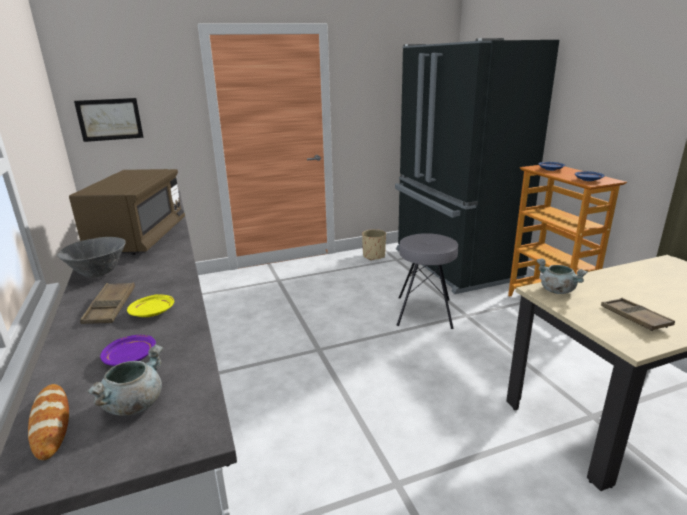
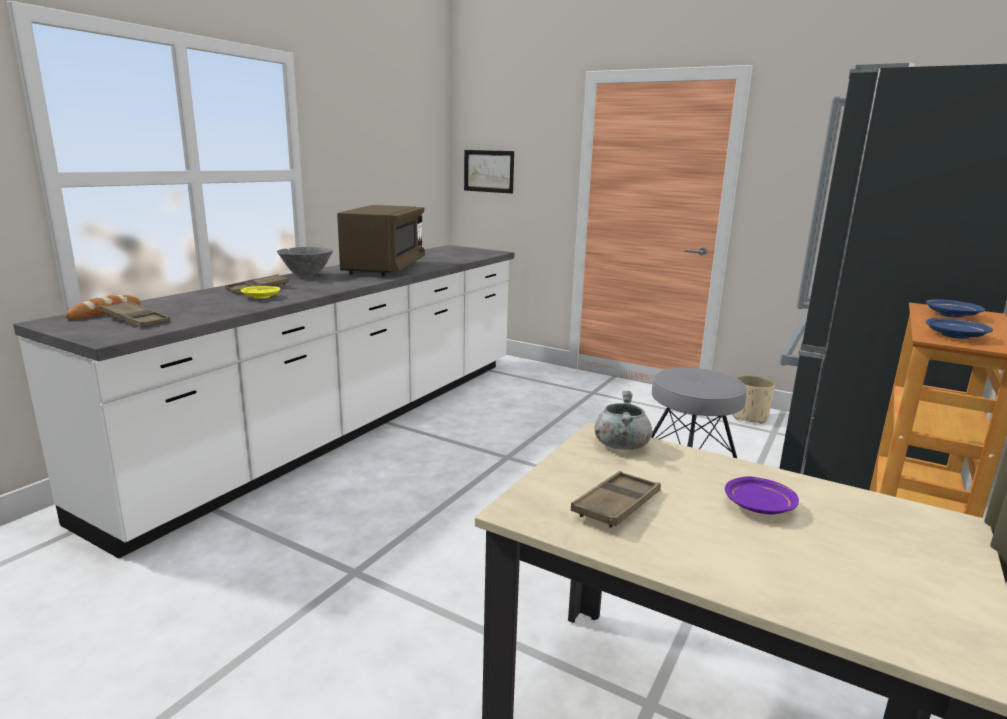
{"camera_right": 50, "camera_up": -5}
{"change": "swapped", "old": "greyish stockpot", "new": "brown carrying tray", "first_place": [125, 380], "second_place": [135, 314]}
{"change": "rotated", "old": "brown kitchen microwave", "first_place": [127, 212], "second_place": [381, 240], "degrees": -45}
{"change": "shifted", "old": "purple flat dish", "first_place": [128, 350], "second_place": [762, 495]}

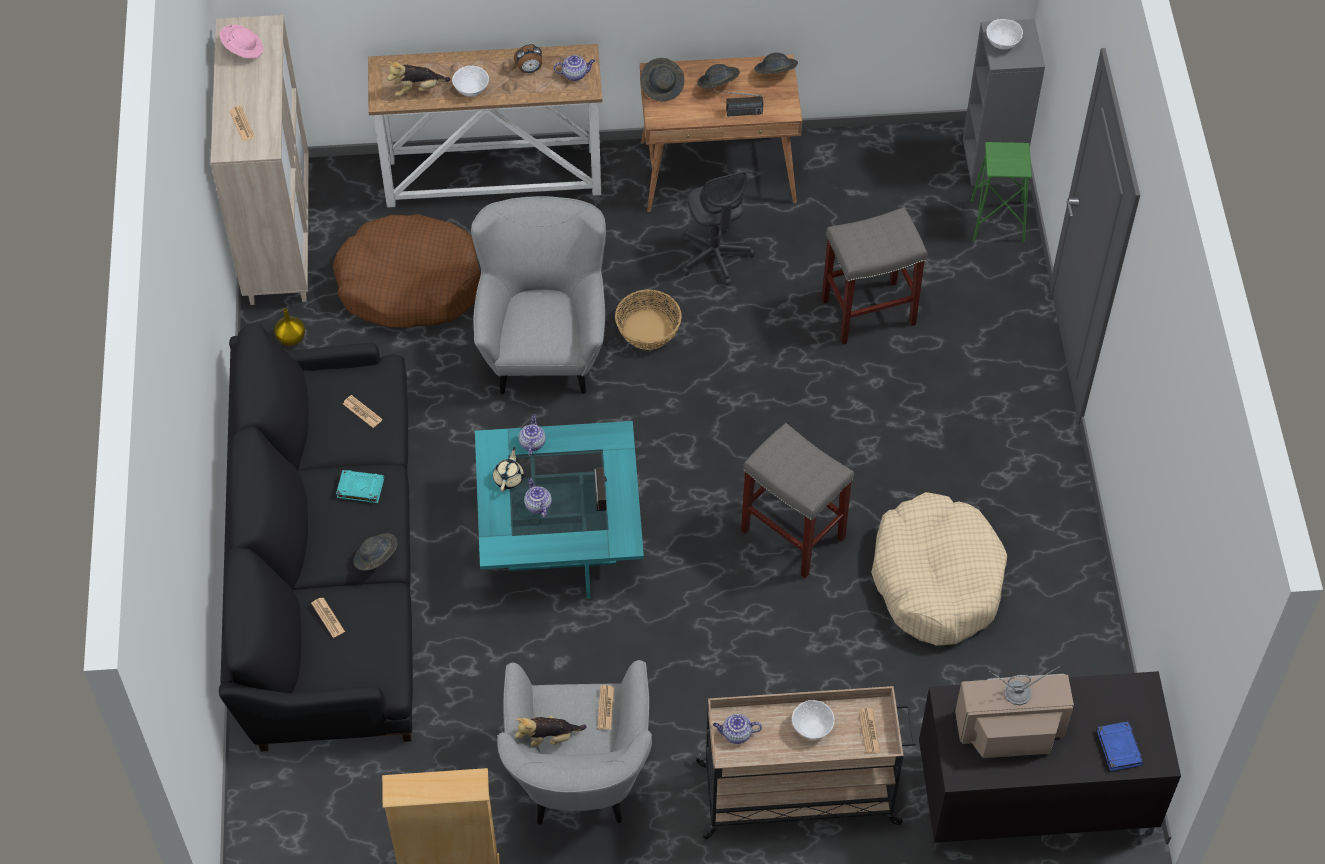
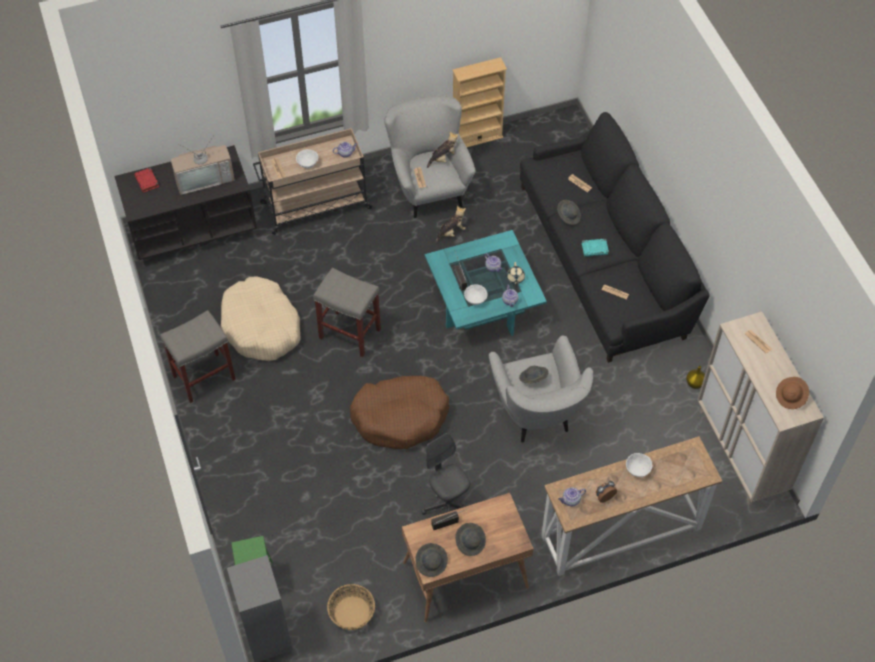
{"camera_right": 165, "camera_up": 0}
{"change": "repainted", "old": "blue-coloured book", "new": "reddish book", "first_place": [1120, 746], "second_place": [146, 180]}
{"change": "shifted", "old": "greyish sitting stool", "first_place": [874, 276], "second_place": [198, 356]}
{"change": "shifted", "old": "basket", "first_place": [648, 320], "second_place": [351, 607]}
{"change": "shifted", "old": "brown pet bed", "first_place": [407, 271], "second_place": [399, 412]}
{"change": "shifted", "old": "plush toy", "first_place": [419, 78], "second_place": [450, 224]}
{"change": "shifted", "old": "white bowl", "first_place": [1004, 34], "second_place": [475, 295]}
{"change": "shifted", "old": "greyish hat", "first_place": [663, 80], "second_place": [534, 375]}
{"change": "repainted", "old": "pink-coloured hat", "new": "brown hat", "first_place": [241, 41], "second_place": [792, 393]}

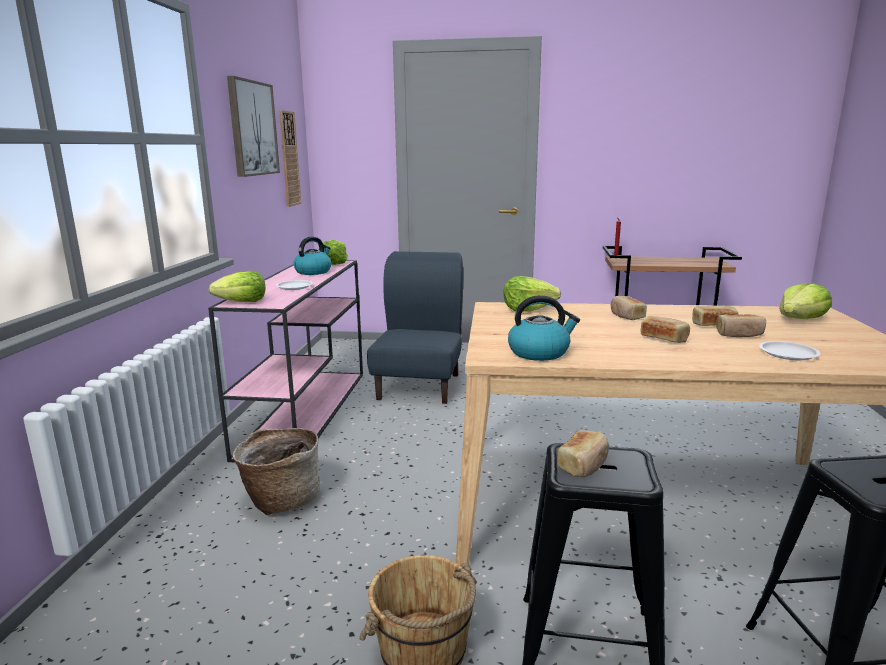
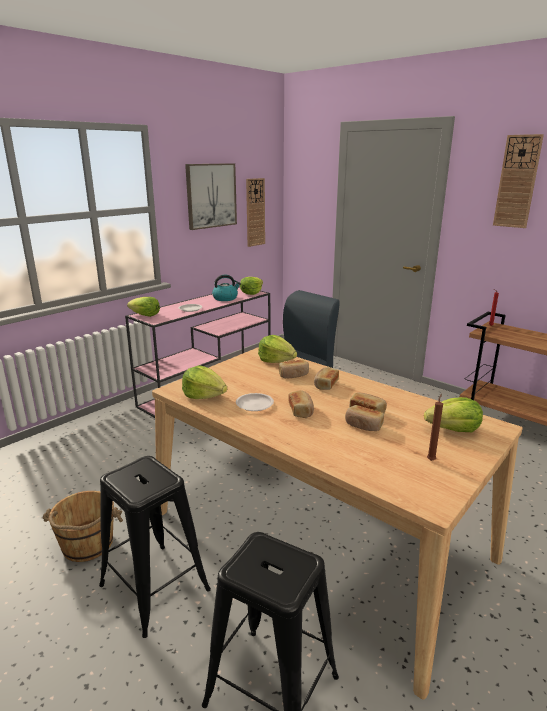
{"camera_right": 35, "camera_up": 5}
{"change": "swapped", "old": "tea kettle", "new": "head of lettuce", "first_place": [544, 328], "second_place": [204, 382]}
{"change": "shifted", "old": "white flat dish", "first_place": [789, 350], "second_place": [255, 402]}
{"change": "shifted", "old": "baked bread", "first_place": [583, 453], "second_place": [294, 369]}
{"change": "new", "new": "brown candle", "second_place": [435, 427]}
{"change": "new", "new": "wall clock", "second_place": [518, 181]}
{"change": "gone", "old": "basket", "first_place": [276, 472]}

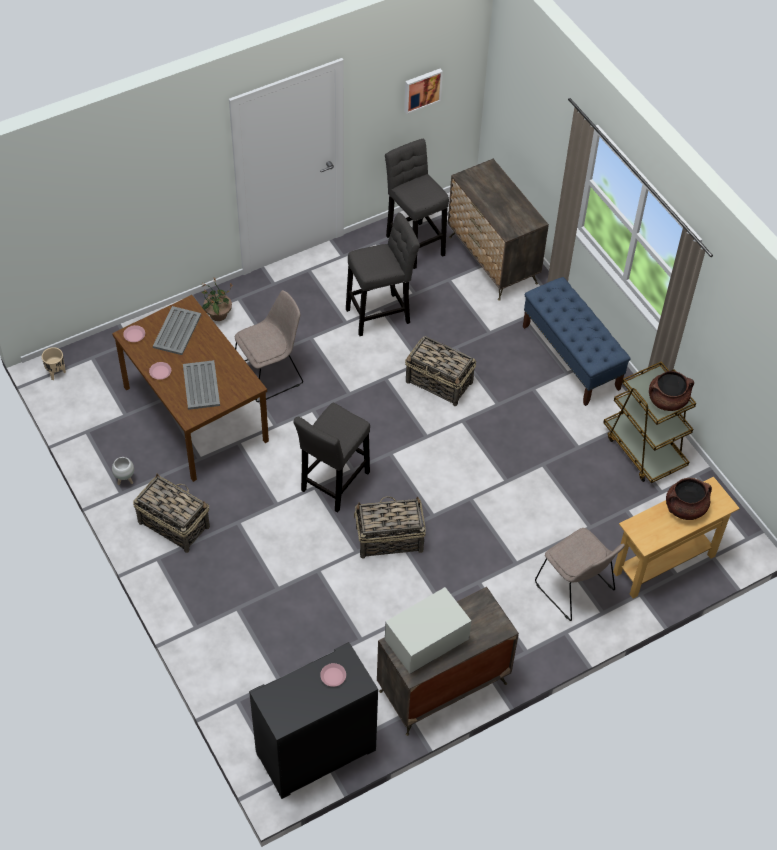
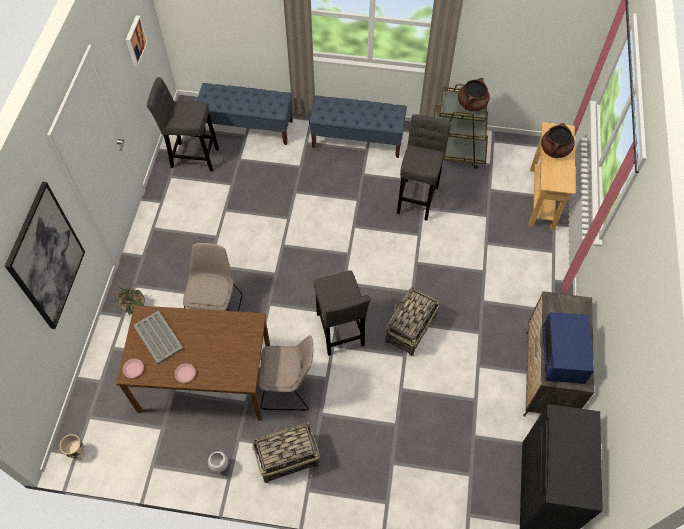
{"camera_right": -50, "camera_up": 5}
{"change": "new", "new": "wall picture", "second_place": [45, 255]}
{"change": "swapped", "old": "chest of drawers", "new": "blue-coloured indoor bench", "first_place": [498, 229], "second_place": [244, 114]}
{"change": "shifted", "old": "beige-coloured plain chair", "first_place": [580, 574], "second_place": [286, 373]}
{"change": "shifted", "old": "greyish sitting stool", "first_place": [383, 274], "second_place": [424, 167]}
{"change": "repainted", "old": "white kitchen microwave", "new": "blue-coloured kitchen microwave", "first_place": [428, 630], "second_place": [568, 348]}
{"change": "gone", "old": "greyish carrying tray", "first_place": [201, 385]}
{"change": "gone", "old": "pink-coloured flat dish", "first_place": [333, 675]}
{"change": "gone", "old": "basket", "first_place": [440, 371]}

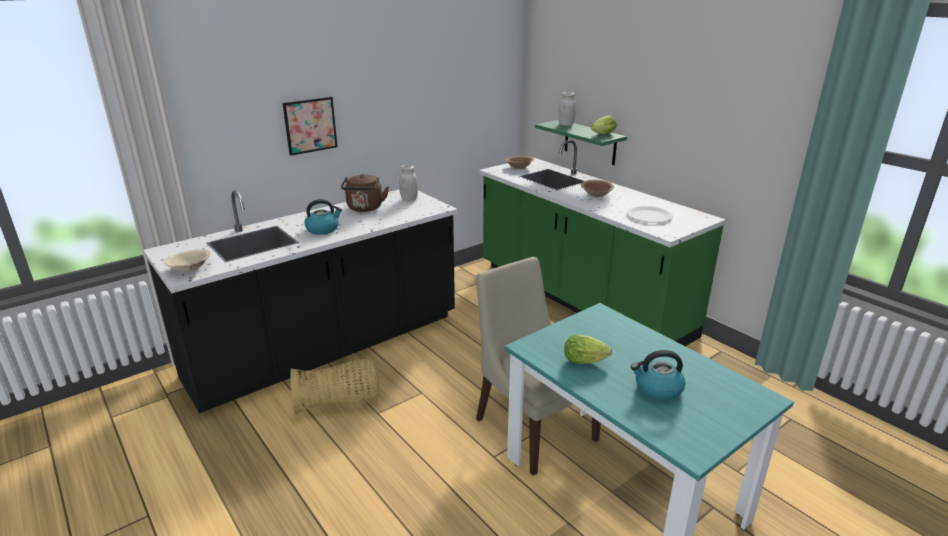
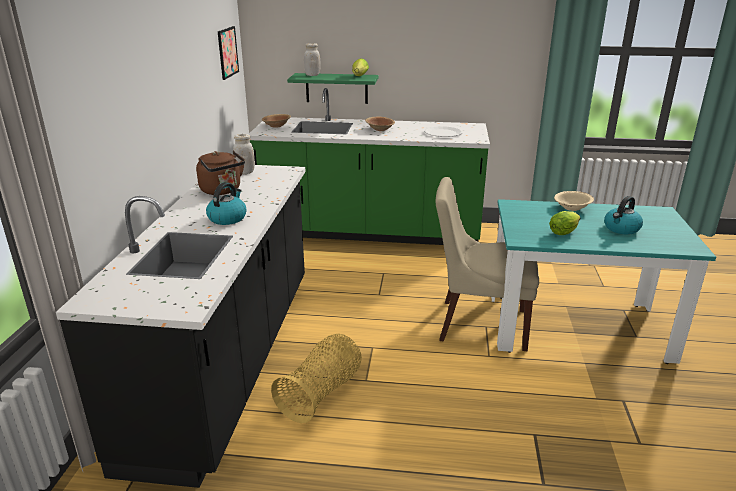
{"camera_right": -45, "camera_up": 0}
{"change": "shifted", "old": "wall picture", "first_place": [310, 126], "second_place": [228, 53]}
{"change": "shifted", "old": "beige-coloured bowl", "first_place": [187, 260], "second_place": [574, 201]}

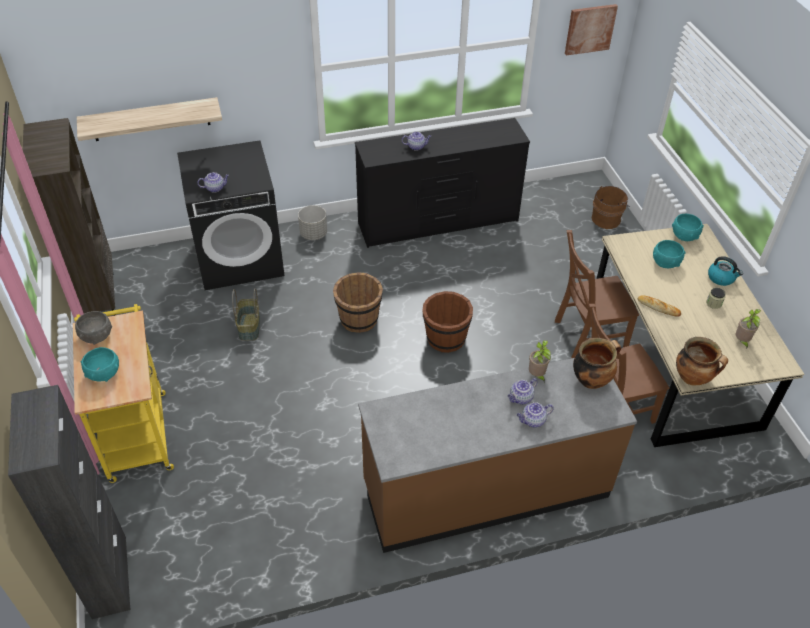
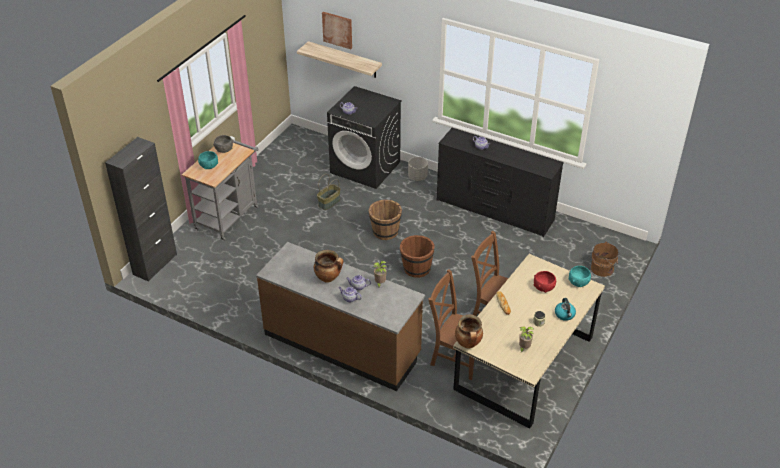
{"camera_right": 45, "camera_up": -5}
{"change": "repainted", "old": "yellowish wheeled cart", "new": "greyish wheeled cart", "first_place": [123, 393], "second_place": [220, 190]}
{"change": "shifted", "old": "stockpot", "first_place": [597, 363], "second_place": [328, 266]}
{"change": "shifted", "old": "wall picture", "first_place": [591, 30], "second_place": [337, 30]}
{"change": "repainted", "old": "blue-green bowl", "new": "reddish bowl", "first_place": [669, 254], "second_place": [544, 282]}
{"change": "gone", "old": "brown shelving unit", "first_place": [69, 217]}

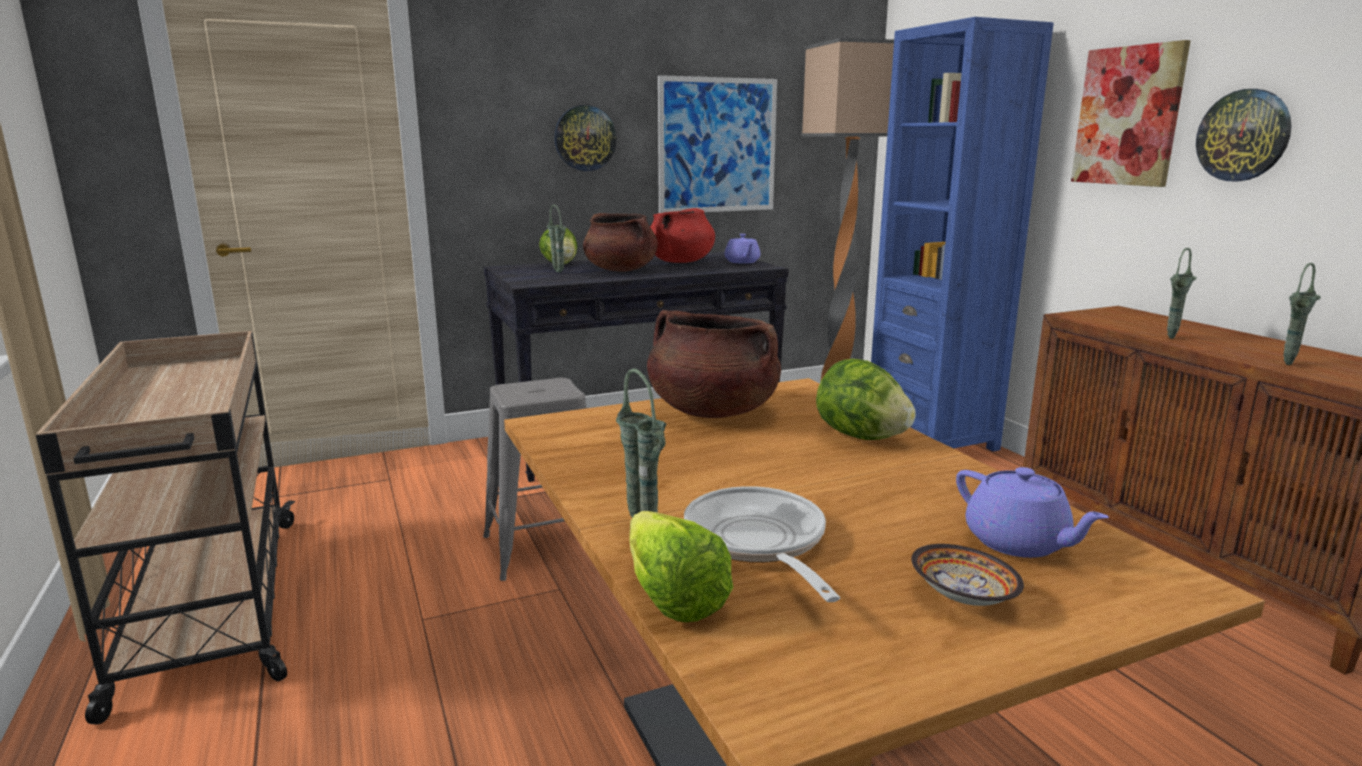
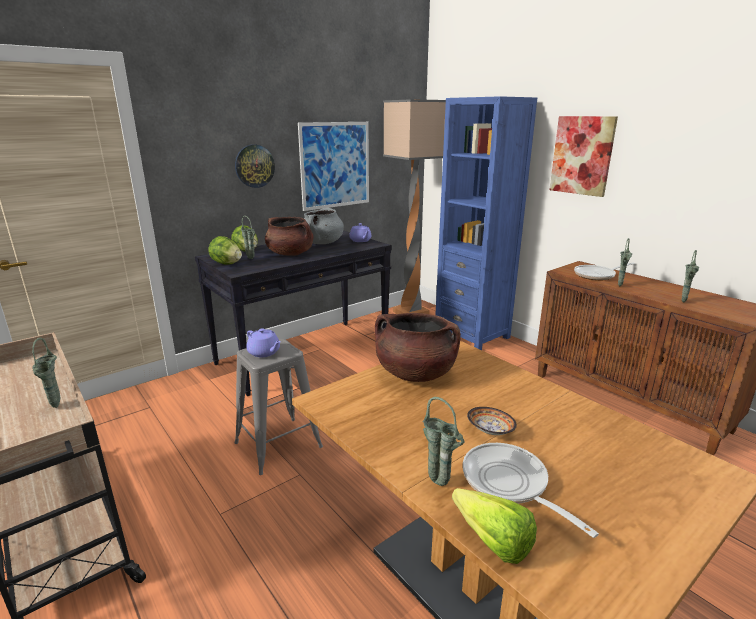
{"camera_right": -15, "camera_up": 5}
{"change": "new", "new": "greenish decorative vase", "second_place": [46, 373]}
{"change": "shifted", "old": "head of lettuce", "first_place": [866, 399], "second_place": [225, 250]}
{"change": "shifted", "old": "purple tea pot", "first_place": [1032, 512], "second_place": [263, 342]}
{"change": "repainted", "old": "reddish stockpot", "new": "greyish stockpot", "first_place": [682, 235], "second_place": [324, 226]}
{"change": "shifted", "old": "bowl", "first_place": [967, 575], "second_place": [492, 421]}
{"change": "new", "new": "frying pan", "second_place": [604, 271]}
{"change": "gone", "old": "wall clock", "first_place": [1244, 135]}

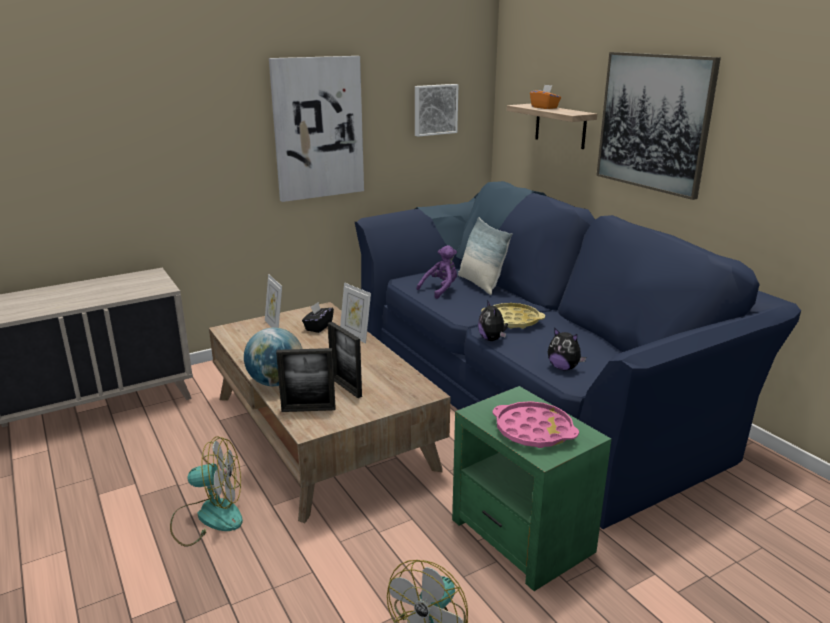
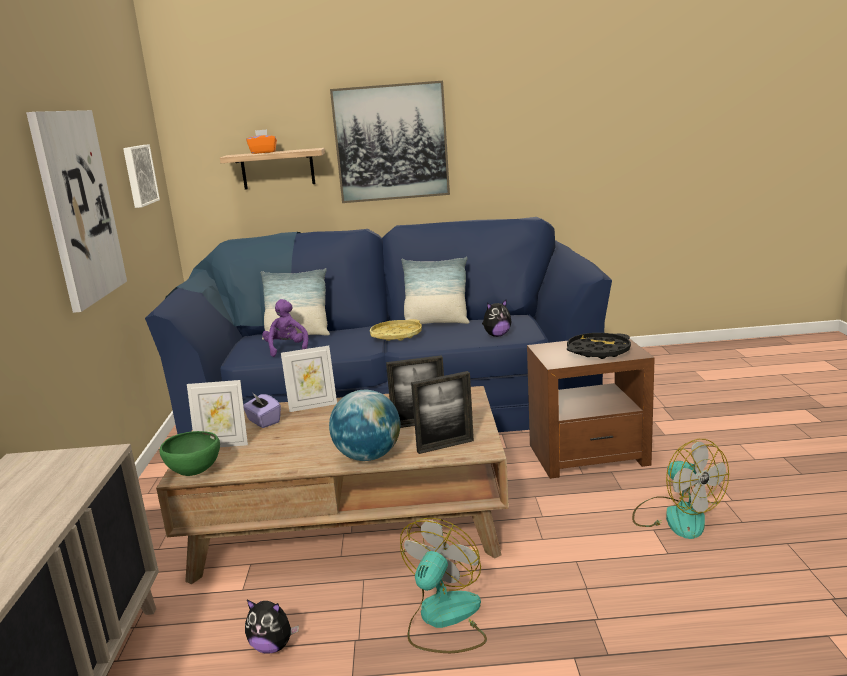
{"camera_right": -60, "camera_up": -5}
{"change": "new", "new": "greenish bowl", "second_place": [190, 453]}
{"change": "repainted", "old": "blackish box of tissues", "new": "purple box of tissues", "first_place": [318, 317], "second_place": [262, 411]}
{"change": "shifted", "old": "plush toy", "first_place": [493, 320], "second_place": [272, 626]}
{"change": "new", "new": "pillow", "second_place": [435, 290]}
{"change": "rotated", "old": "photo frame", "first_place": [306, 380], "second_place": [442, 412], "degrees": 45}
{"change": "repainted", "old": "greenish end table", "new": "brown end table", "first_place": [532, 488], "second_place": [591, 408]}
{"change": "repainted", "old": "pink-coloured carrying tray", "new": "blackish carrying tray", "first_place": [536, 424], "second_place": [599, 346]}

